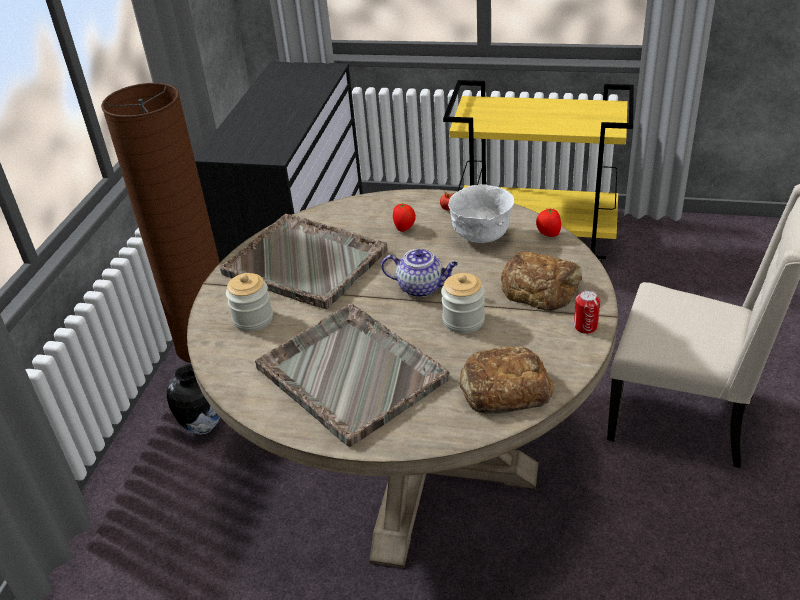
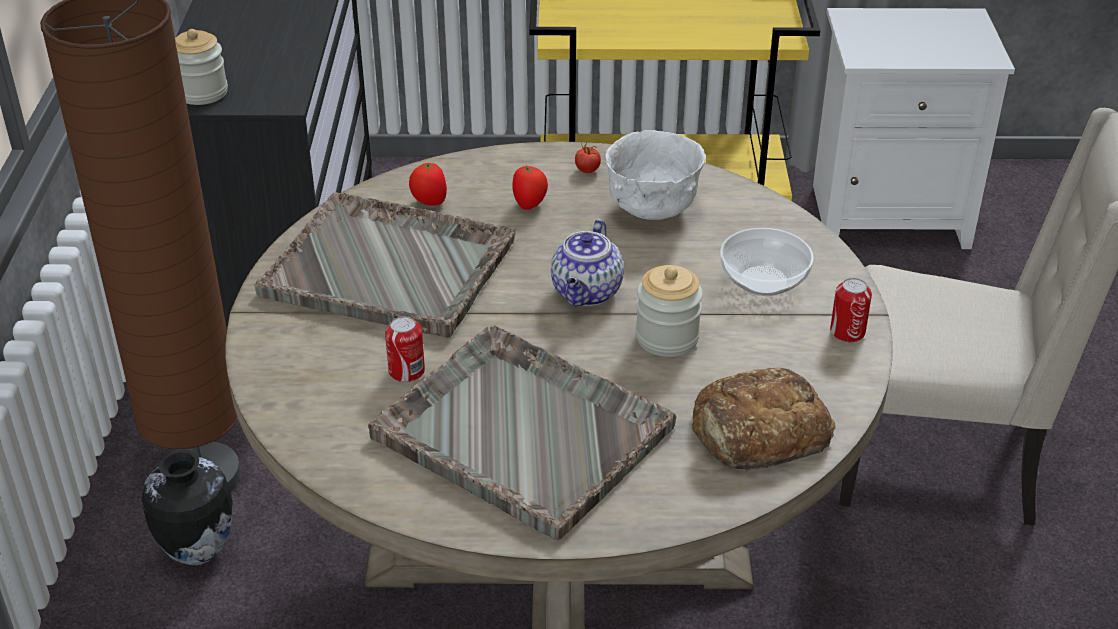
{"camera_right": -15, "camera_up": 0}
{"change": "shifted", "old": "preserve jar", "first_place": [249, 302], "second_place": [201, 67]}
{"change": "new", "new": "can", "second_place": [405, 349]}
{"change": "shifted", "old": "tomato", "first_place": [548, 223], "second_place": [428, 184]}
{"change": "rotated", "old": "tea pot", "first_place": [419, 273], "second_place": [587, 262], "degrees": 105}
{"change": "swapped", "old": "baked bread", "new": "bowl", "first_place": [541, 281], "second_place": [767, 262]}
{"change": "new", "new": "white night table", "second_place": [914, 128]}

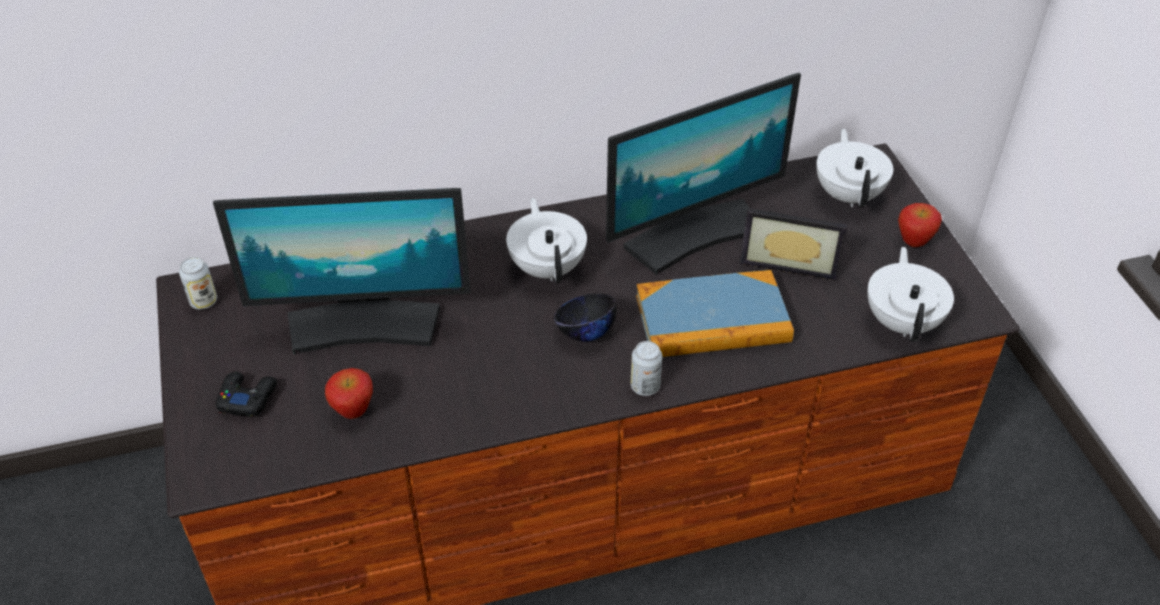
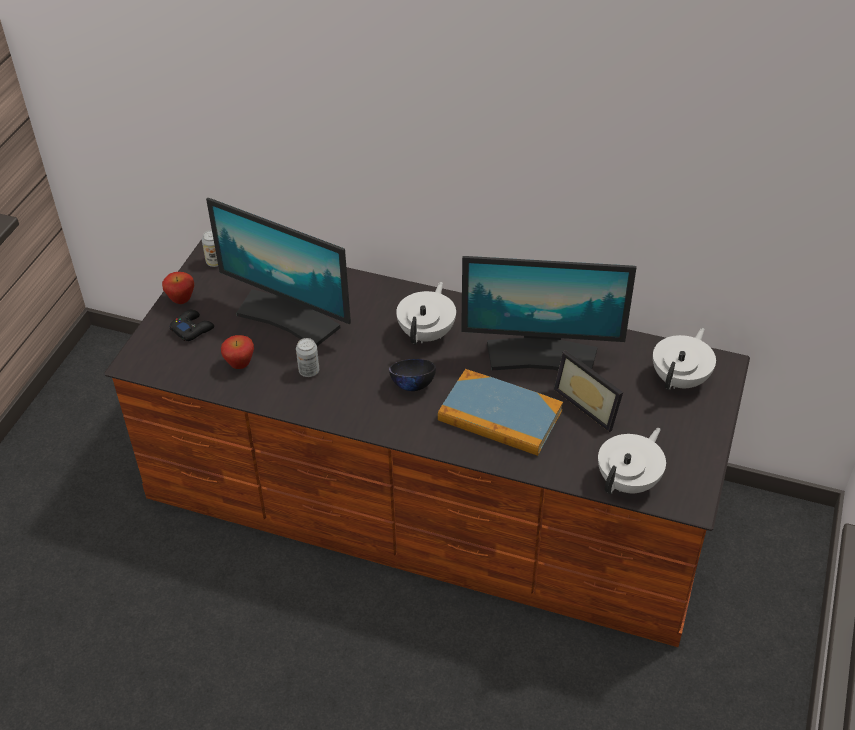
{"camera_right": 35, "camera_up": 0}
{"change": "shifted", "old": "whole apple", "first_place": [920, 225], "second_place": [178, 288]}
{"change": "shifted", "old": "can", "first_place": [646, 368], "second_place": [307, 357]}

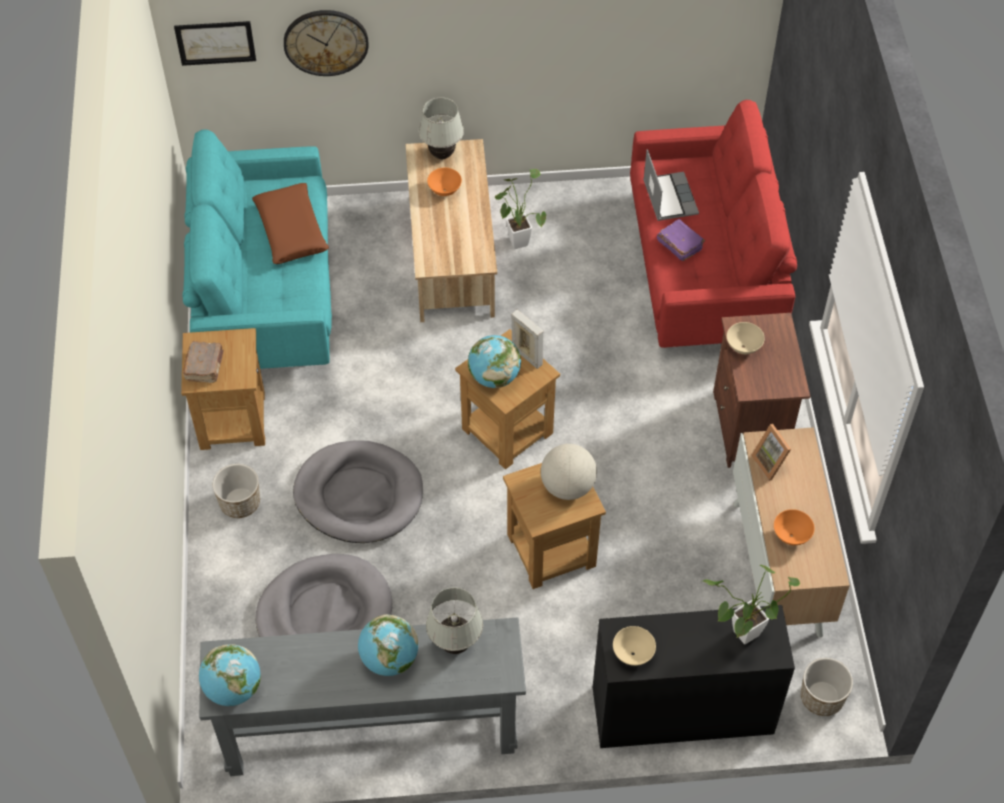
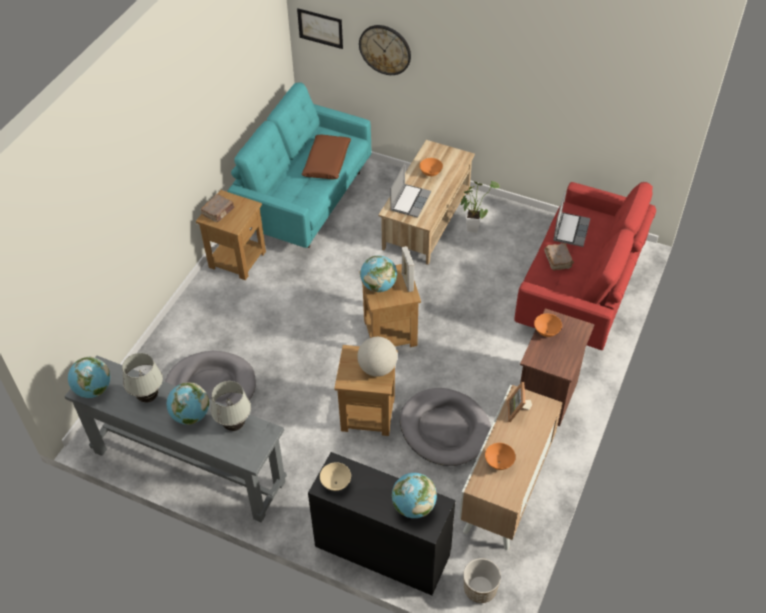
{"camera_right": 30, "camera_up": -5}
{"change": "shifted", "old": "white tabletop lamp", "first_place": [441, 128], "second_place": [142, 378]}
{"change": "new", "new": "laptop", "second_place": [410, 190]}
{"change": "swapped", "old": "houseplant", "new": "globe", "first_place": [751, 604], "second_place": [414, 495]}
{"change": "shifted", "old": "greyish pet bed", "first_place": [358, 491], "second_place": [445, 427]}
{"change": "repainted", "old": "beige-coloured bowl", "new": "orange bowl", "first_place": [746, 338], "second_place": [548, 325]}
{"change": "repainted", "old": "purple book", "new": "brown book", "first_place": [681, 240], "second_place": [559, 256]}
{"change": "gone", "old": "flower pot", "first_place": [236, 491]}

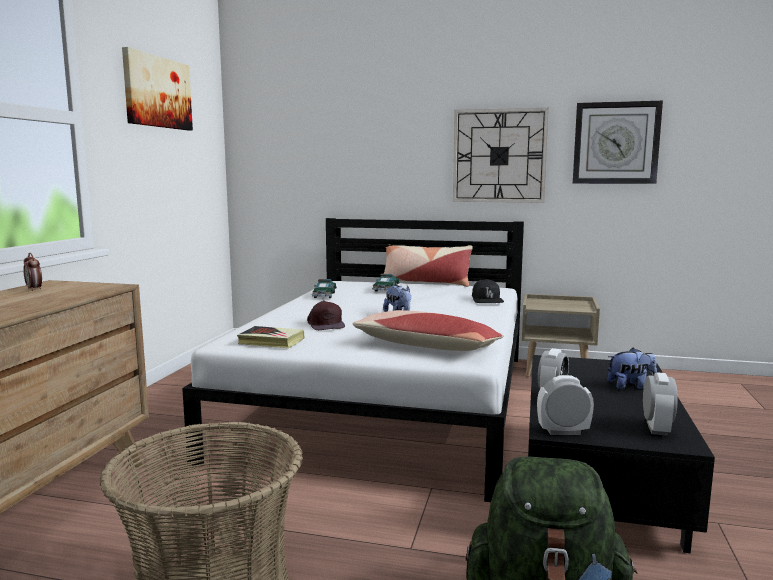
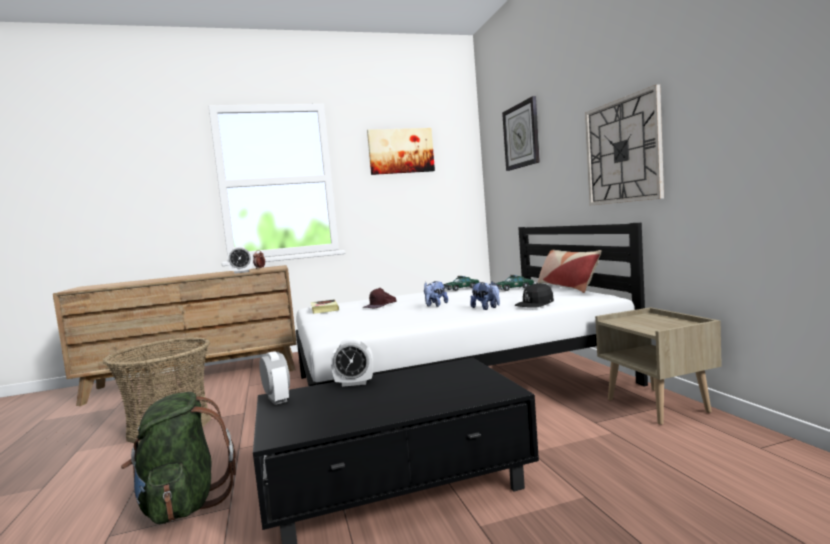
{"camera_right": 60, "camera_up": -5}
{"change": "shifted", "old": "bedside clock", "first_place": [660, 404], "second_place": [240, 260]}
{"change": "shifted", "old": "plush toy", "first_place": [632, 368], "second_place": [485, 295]}
{"change": "shifted", "old": "wall clock", "first_place": [618, 142], "second_place": [521, 133]}
{"change": "gone", "old": "pillow", "first_place": [428, 330]}

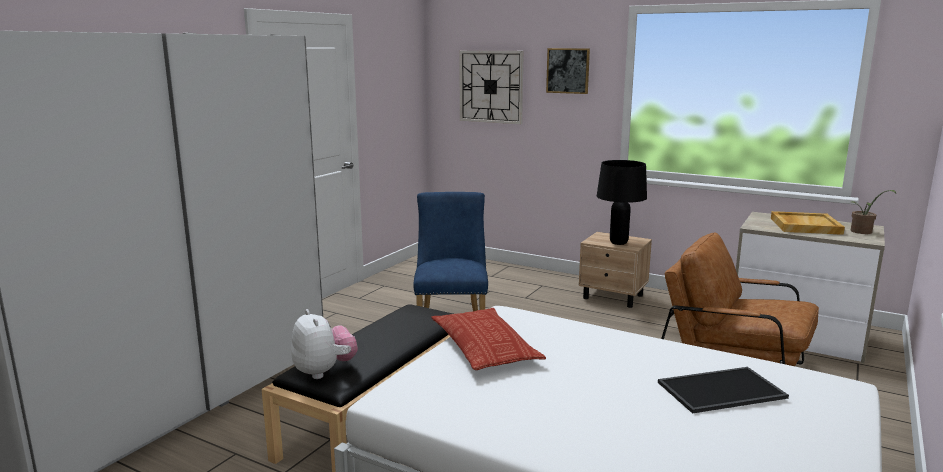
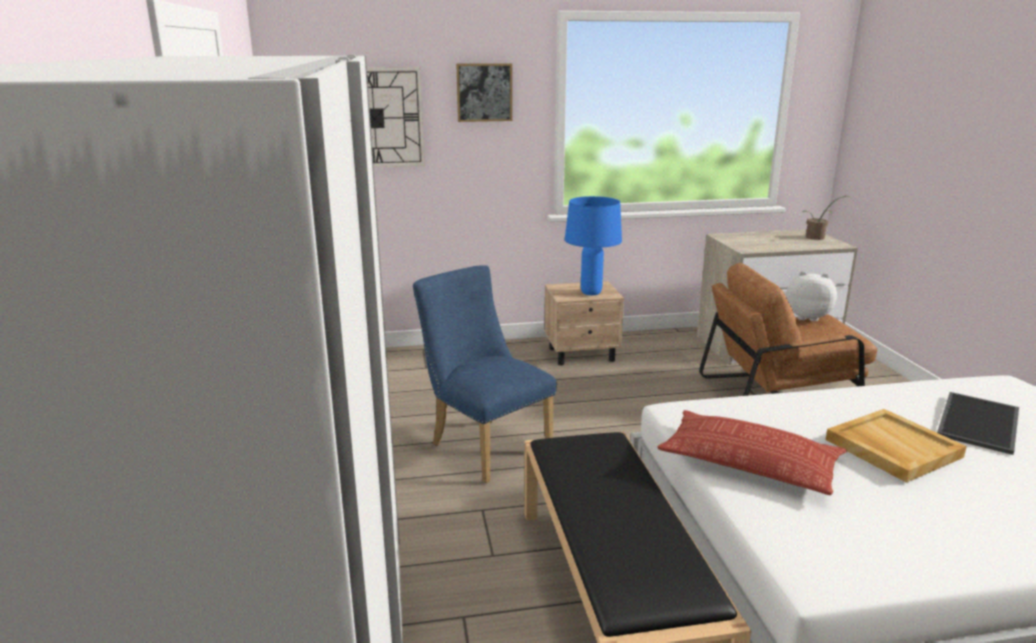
{"camera_right": -40, "camera_up": 5}
{"change": "repainted", "old": "blackish tabletop lamp", "new": "blue-coloured tabletop lamp", "first_place": [622, 202], "second_place": [593, 245]}
{"change": "shifted", "old": "plush toy", "first_place": [324, 344], "second_place": [811, 296]}
{"change": "shifted", "old": "beige-coloured carrying tray", "first_place": [808, 223], "second_place": [896, 446]}

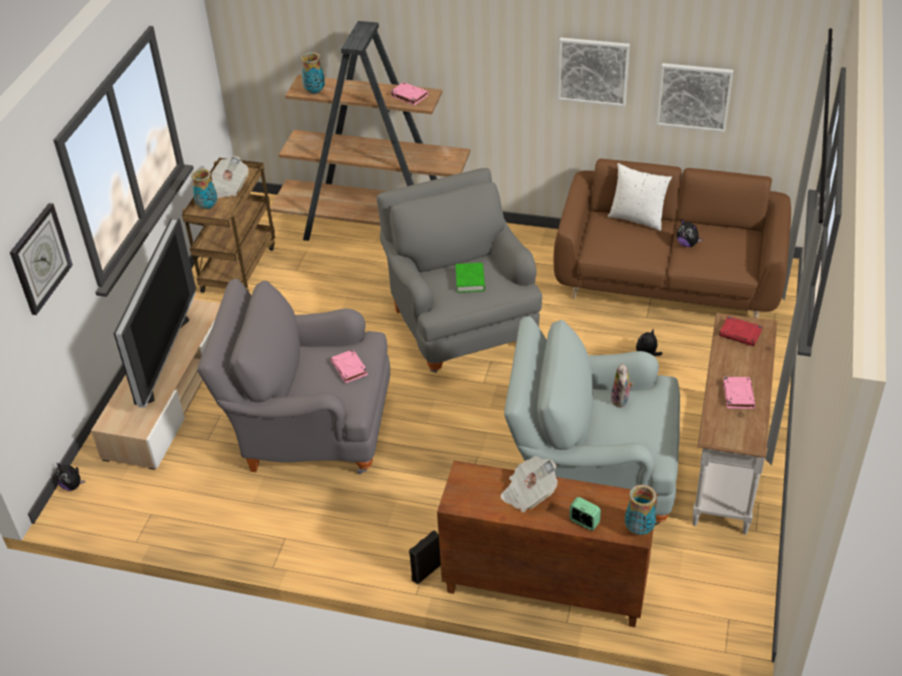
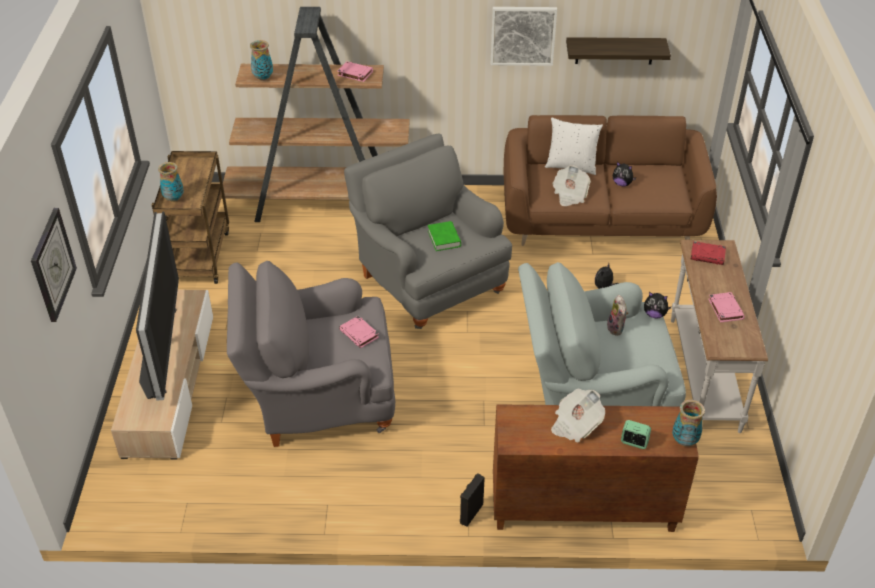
{"camera_right": -15, "camera_up": 0}
{"change": "shifted", "old": "printed paper", "first_place": [230, 177], "second_place": [571, 185]}
{"change": "swapped", "old": "wall picture", "new": "shelf", "first_place": [694, 97], "second_place": [618, 51]}
{"change": "shifted", "old": "plush toy", "first_place": [70, 476], "second_place": [657, 305]}

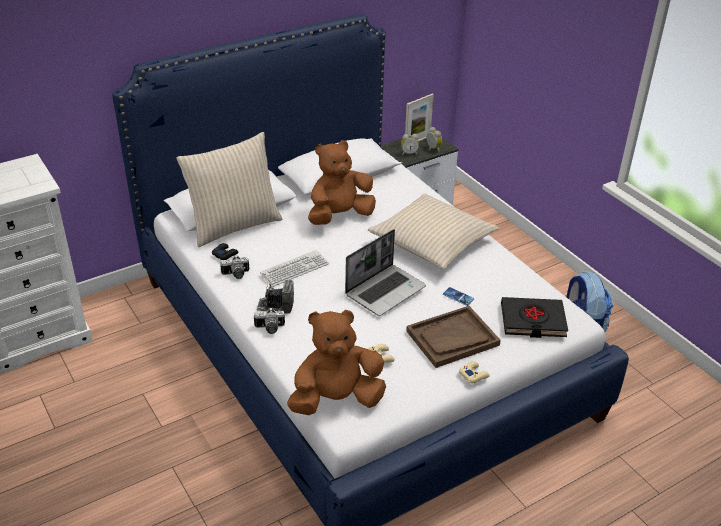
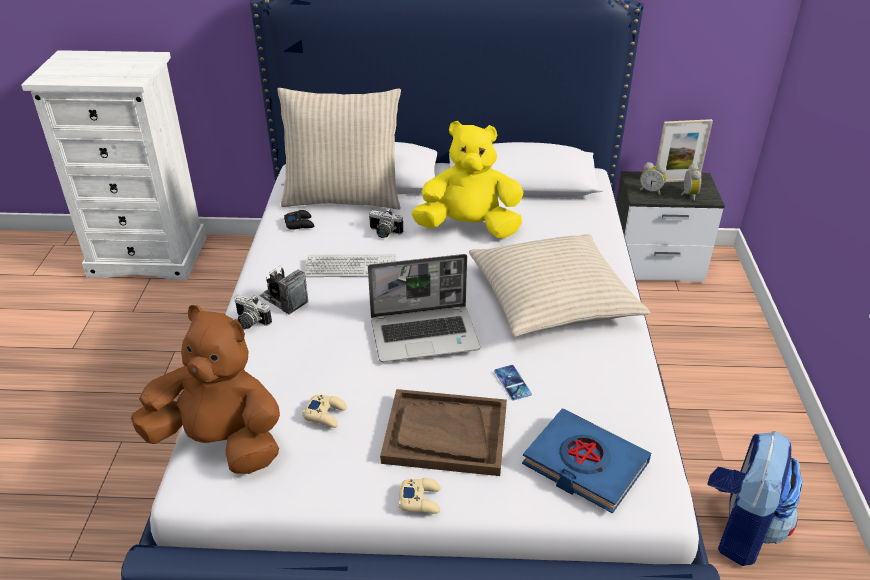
{"camera_right": 35, "camera_up": 0}
{"change": "shifted", "old": "still camera", "first_place": [234, 267], "second_place": [386, 223]}
{"change": "repainted", "old": "brown plush toy", "new": "yellowish plush toy", "first_place": [342, 182], "second_place": [467, 179]}
{"change": "repainted", "old": "blackish book", "new": "blue-coloured book", "first_place": [534, 317], "second_place": [586, 461]}

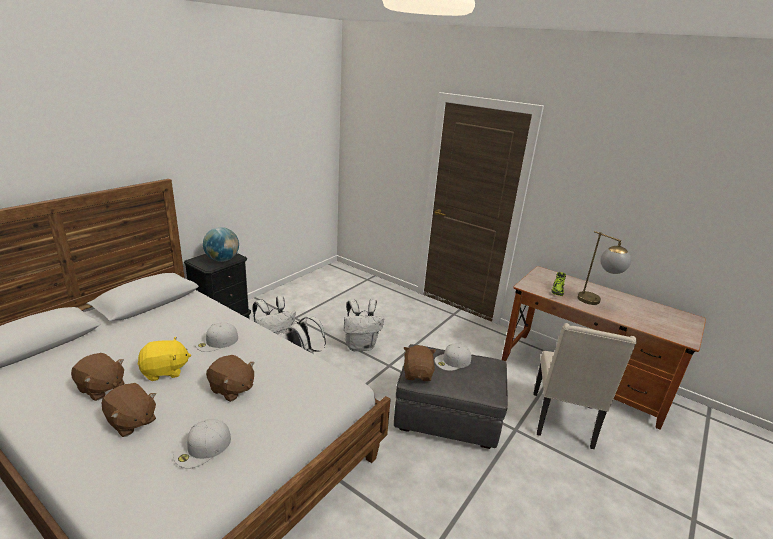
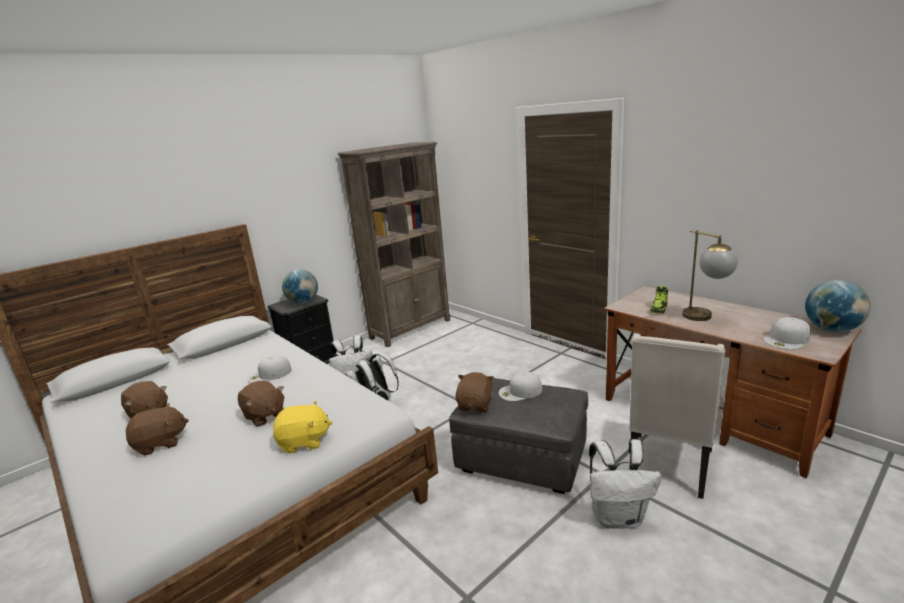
{"camera_right": 15, "camera_up": -5}
{"change": "rotated", "old": "brown plush toy", "first_place": [129, 410], "second_place": [157, 429], "degrees": -75}
{"change": "shifted", "old": "yellowish plush toy", "first_place": [164, 359], "second_place": [302, 427]}
{"change": "new", "new": "brown shelving unit", "second_place": [394, 244]}
{"change": "shifted", "old": "white knapsack", "first_place": [364, 325], "second_place": [625, 484]}
{"change": "shifted", "old": "white cap", "first_place": [202, 444], "second_place": [787, 333]}
{"change": "new", "new": "globe", "second_place": [837, 306]}

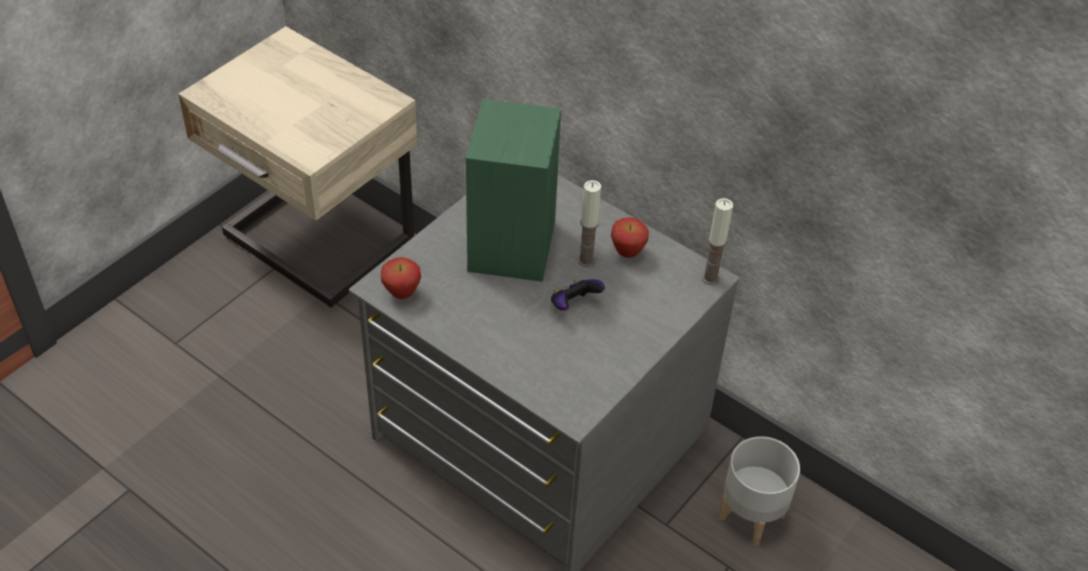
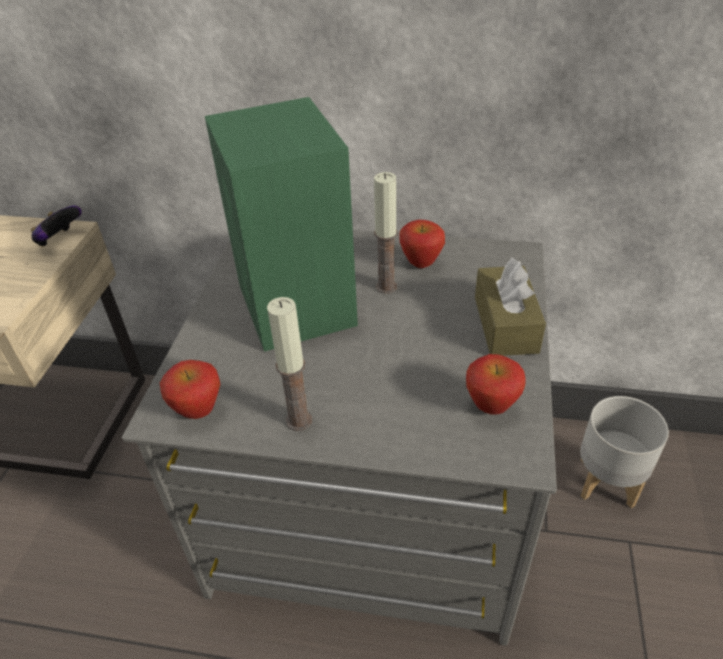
{"camera_right": -25, "camera_up": -5}
{"change": "shifted", "old": "joypad", "first_place": [578, 295], "second_place": [56, 226]}
{"change": "shifted", "old": "candle", "first_place": [717, 241], "second_place": [289, 364]}
{"change": "new", "new": "whole apple", "second_place": [496, 384]}
{"change": "new", "new": "brown box of tissues", "second_place": [510, 307]}

